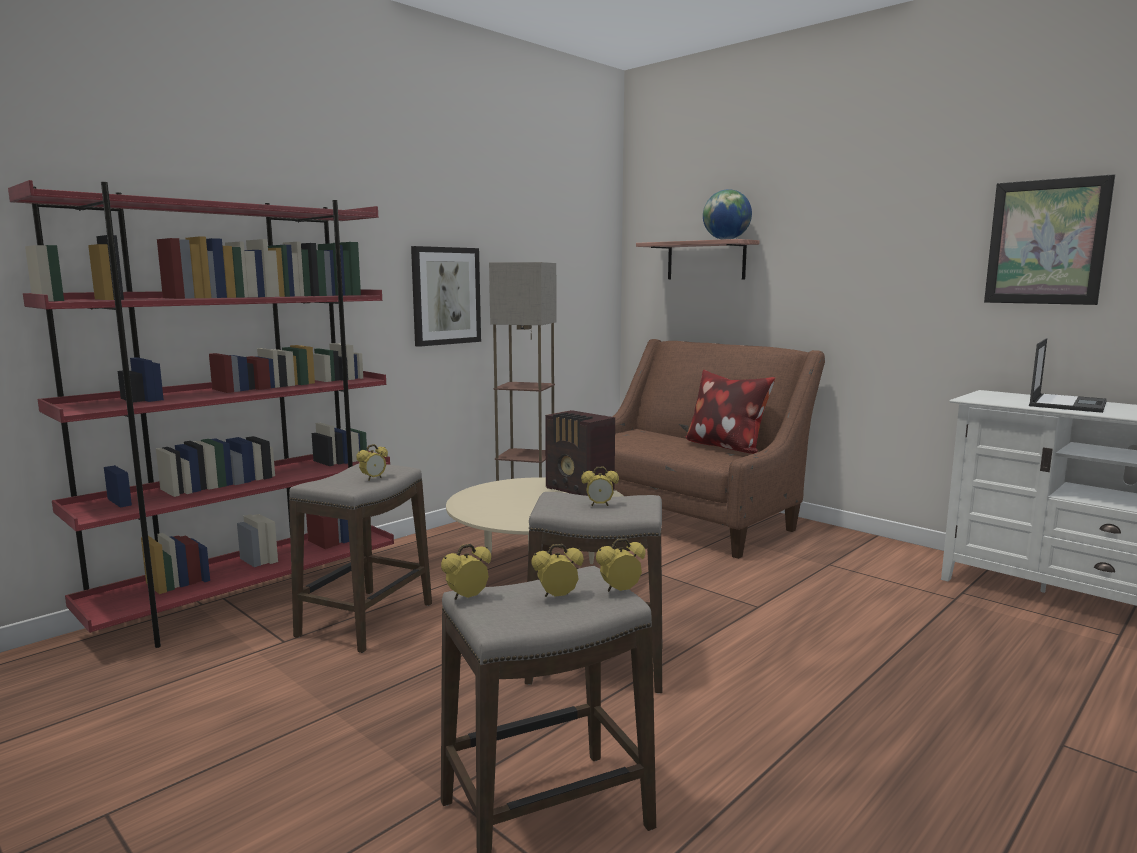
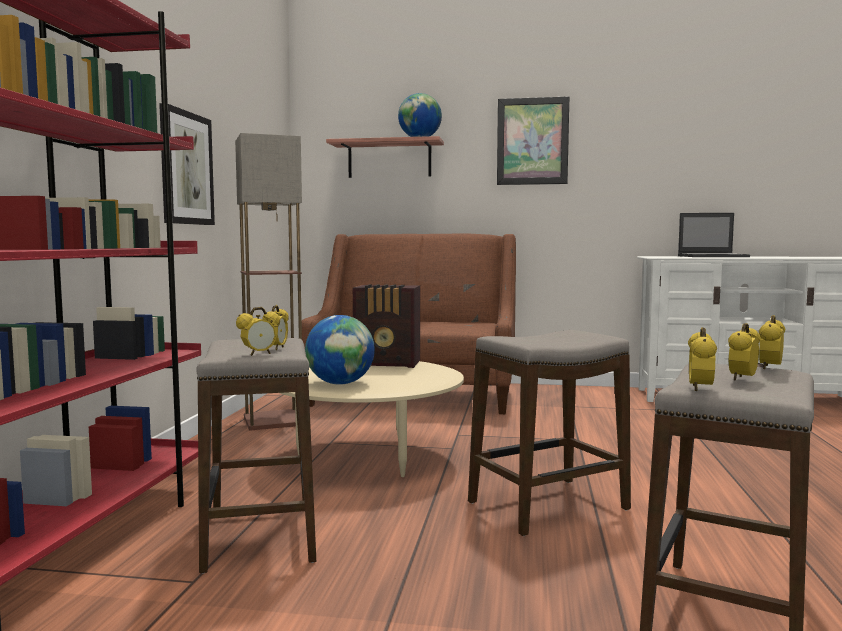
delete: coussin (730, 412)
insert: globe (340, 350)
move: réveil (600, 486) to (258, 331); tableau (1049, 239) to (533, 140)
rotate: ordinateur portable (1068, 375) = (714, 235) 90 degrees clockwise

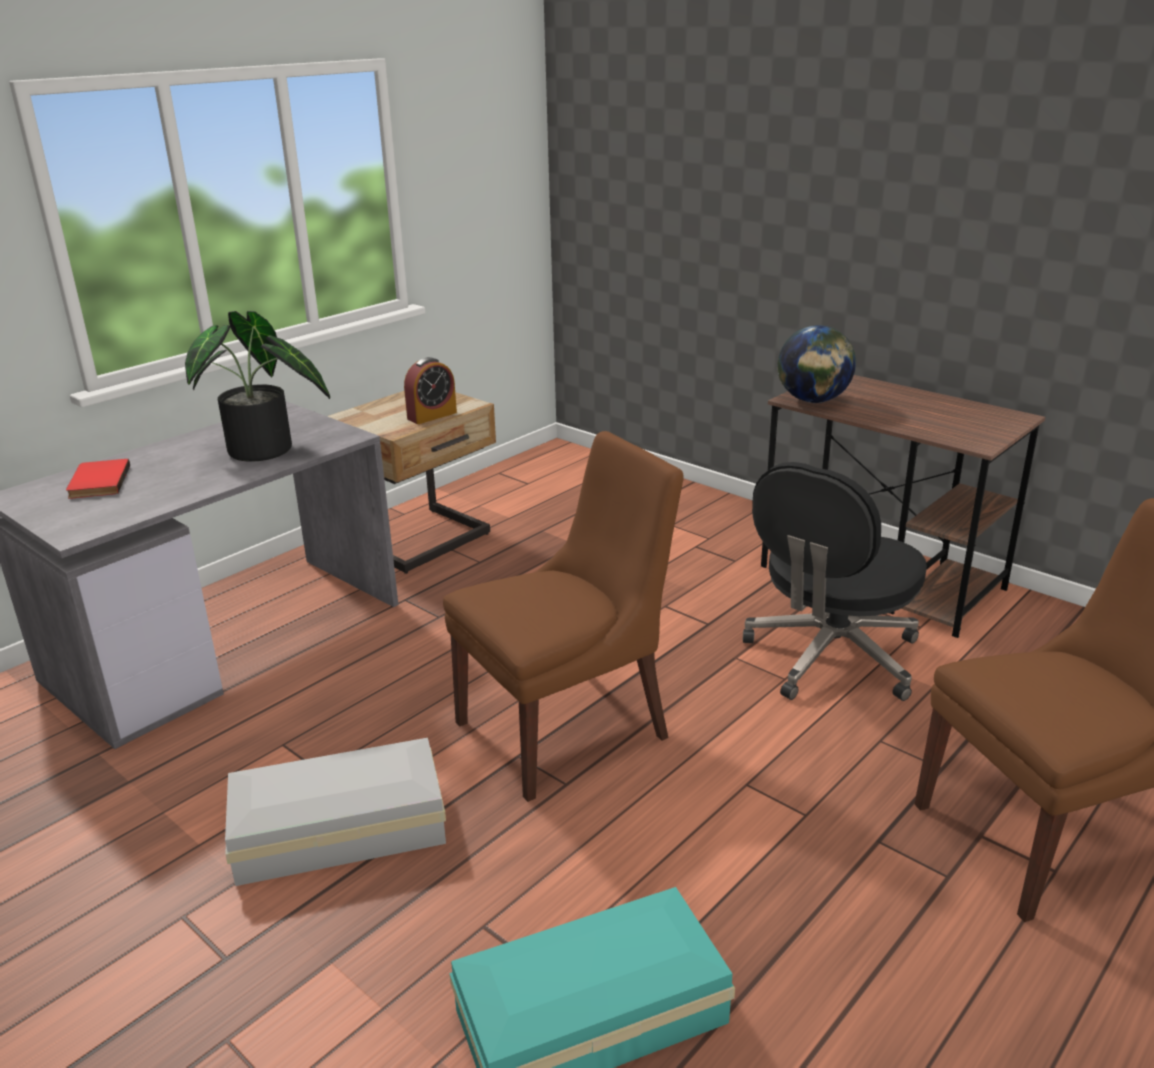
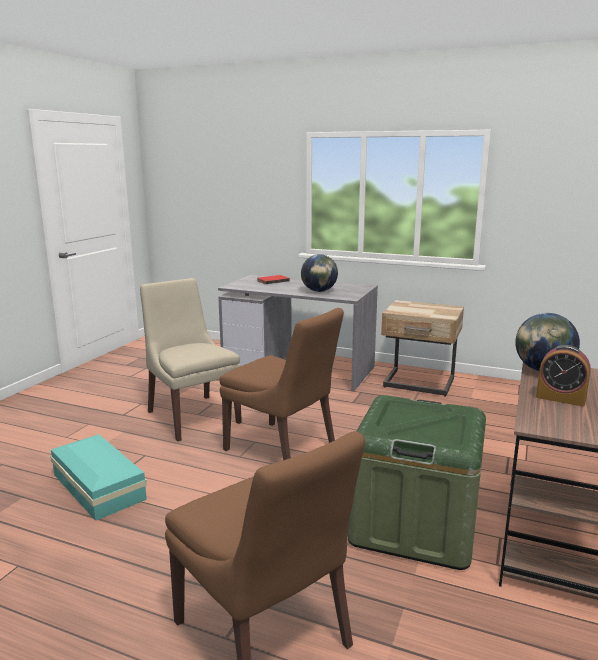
move: réveil (430, 390) to (563, 376)
replace: plante en pot (257, 386) to globe (319, 273); boîte de rangement (blanc) (335, 812) to chaise (beige) (191, 359); chaise de bureau (noir) (835, 581) to boîte de rangement (vert) (416, 482)

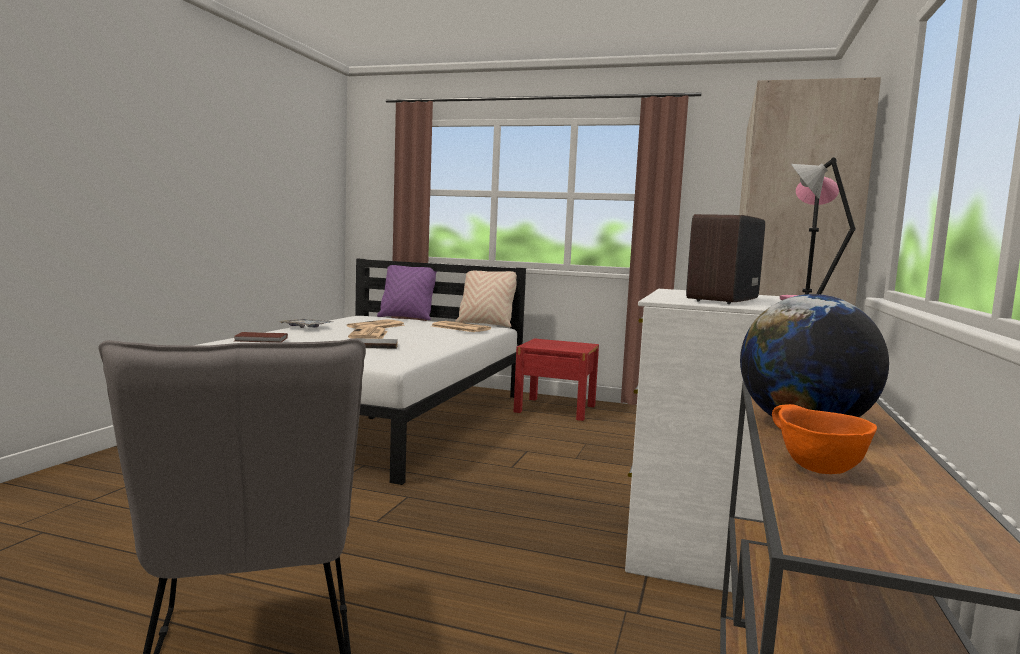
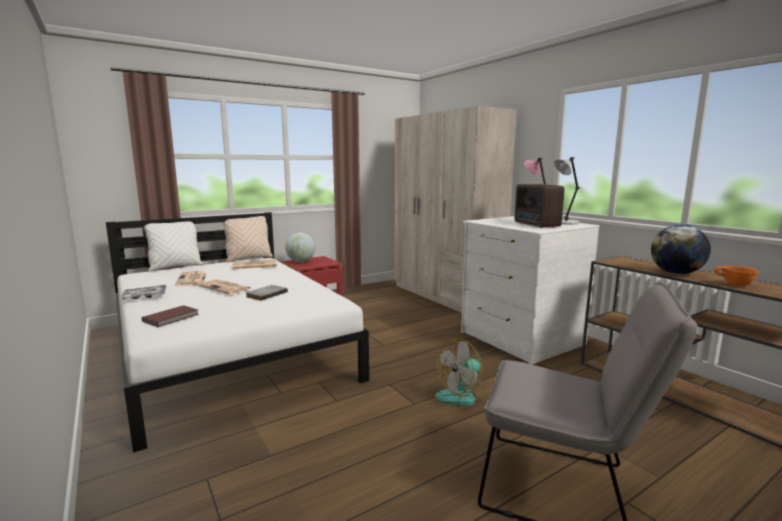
insert: globe (300, 247); ventilateur (462, 372)
recolor: coussin (violet) (407, 292) to coussin (blanc) (173, 246)

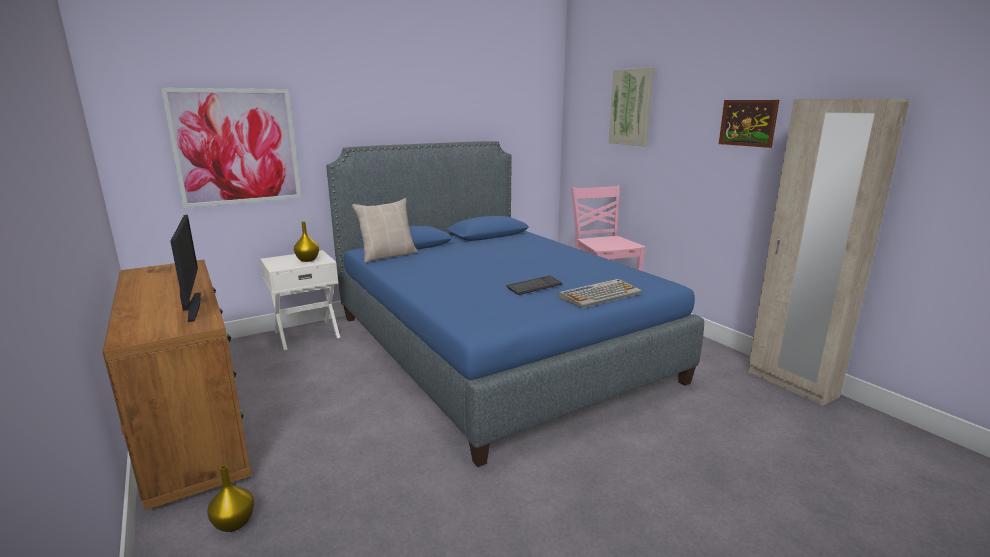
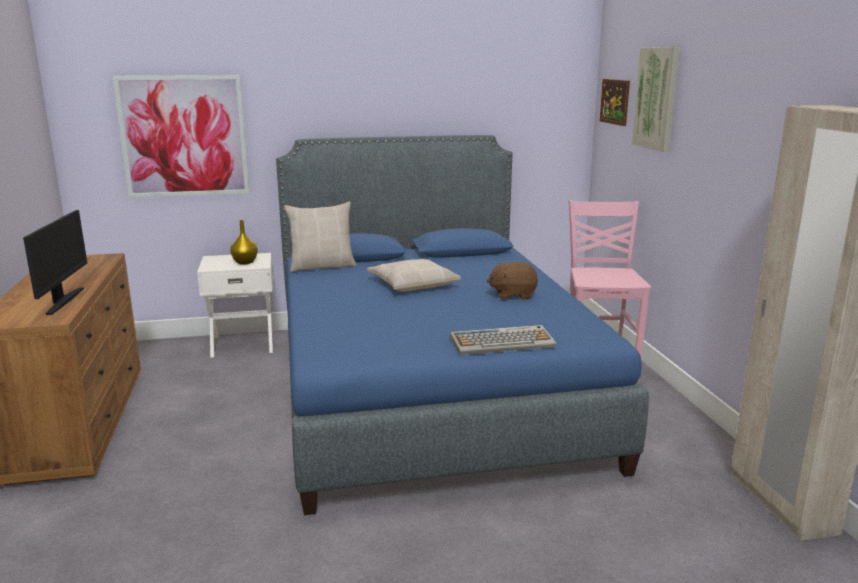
delete: vase (jaune) (230, 498); clavier (534, 285)
insert: coussin (beige) (414, 275); peluche (marron) (512, 281)
move: tableau (749, 124) to (615, 102)

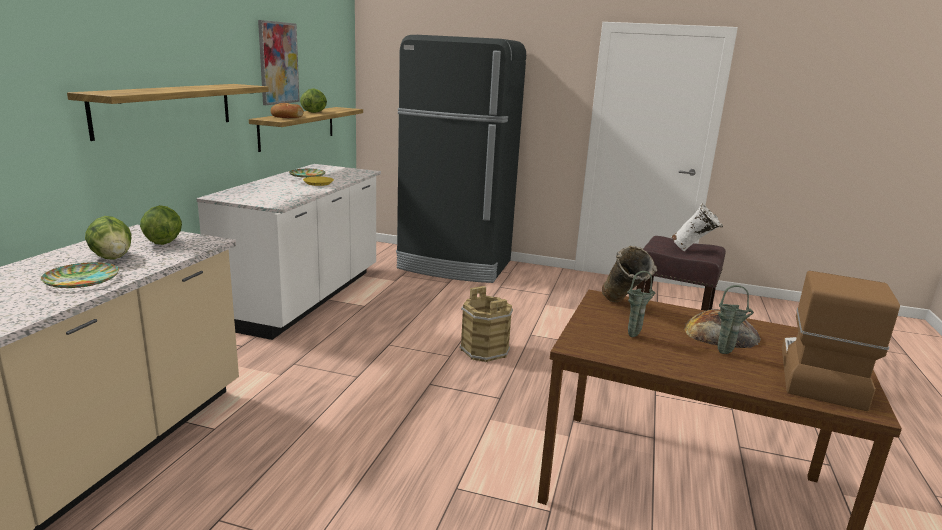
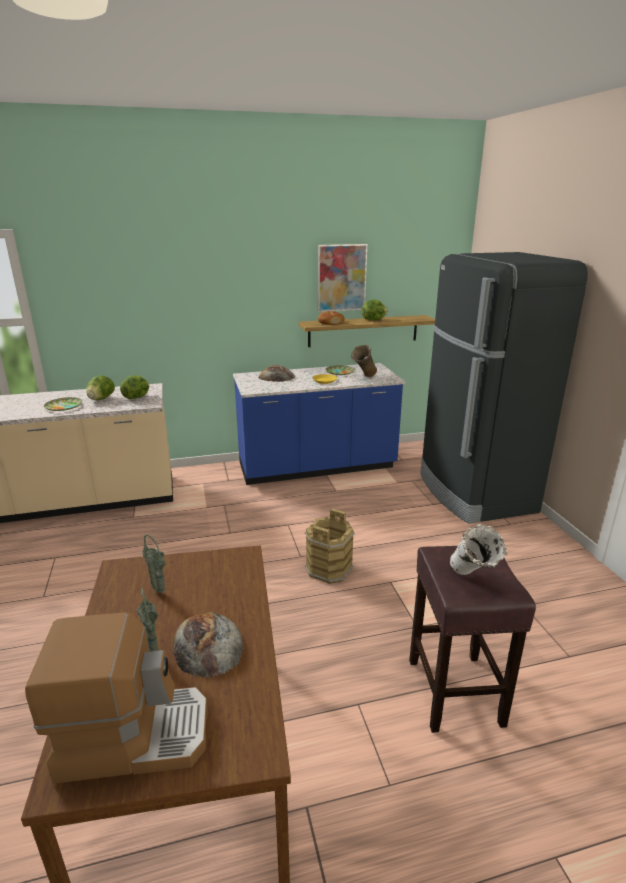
delete: étagère (168, 112)
insert: pain (276, 373)
move: vase (beige) (629, 274) to (364, 361)
recolor: comptoir de cuisine (blanc) (288, 252) to comptoir de cuisine (bleu) (319, 424)

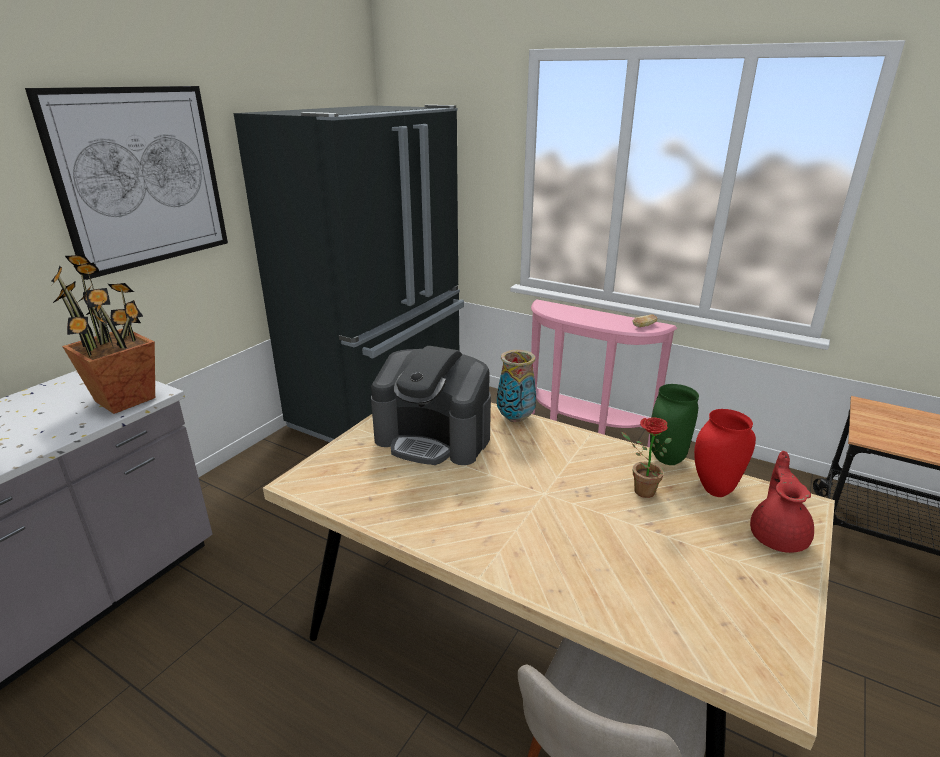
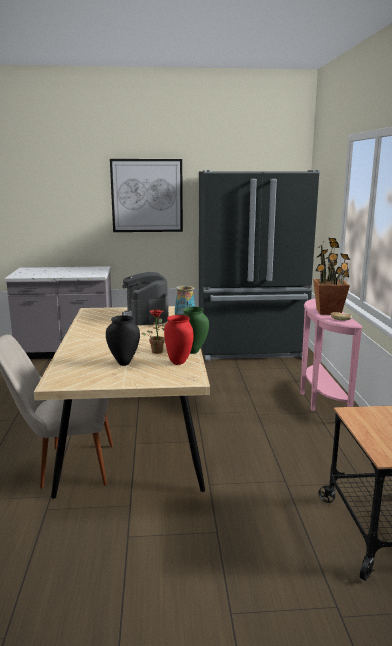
delete: théière (rouge) (782, 502)
insert: vase (noir) (123, 340)
move: plante en pot (103, 334) to (331, 276)

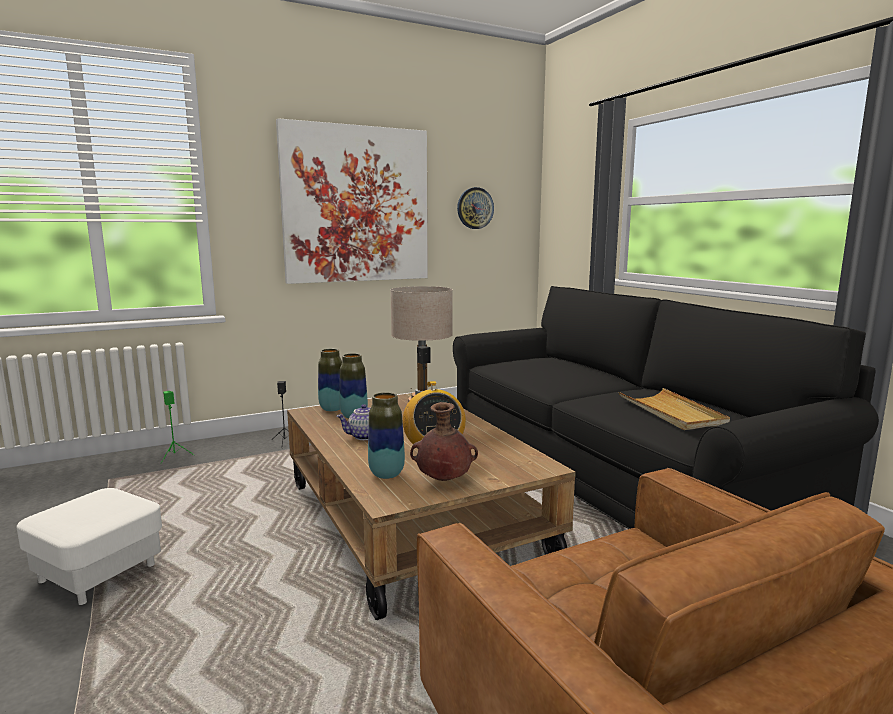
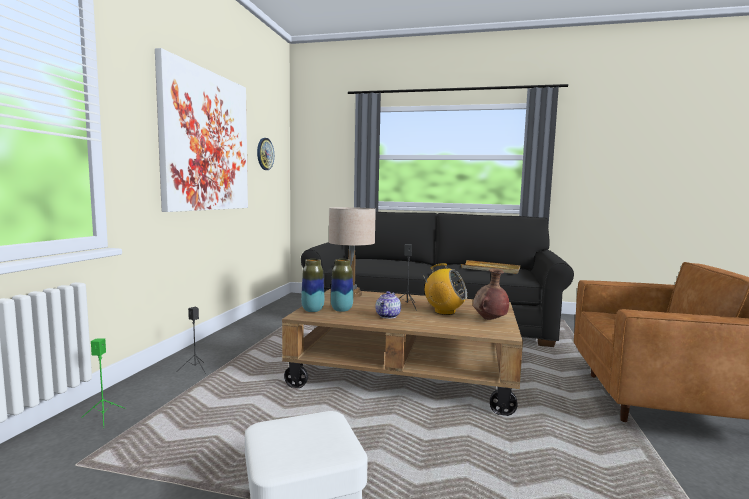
delete: vase (386, 435)

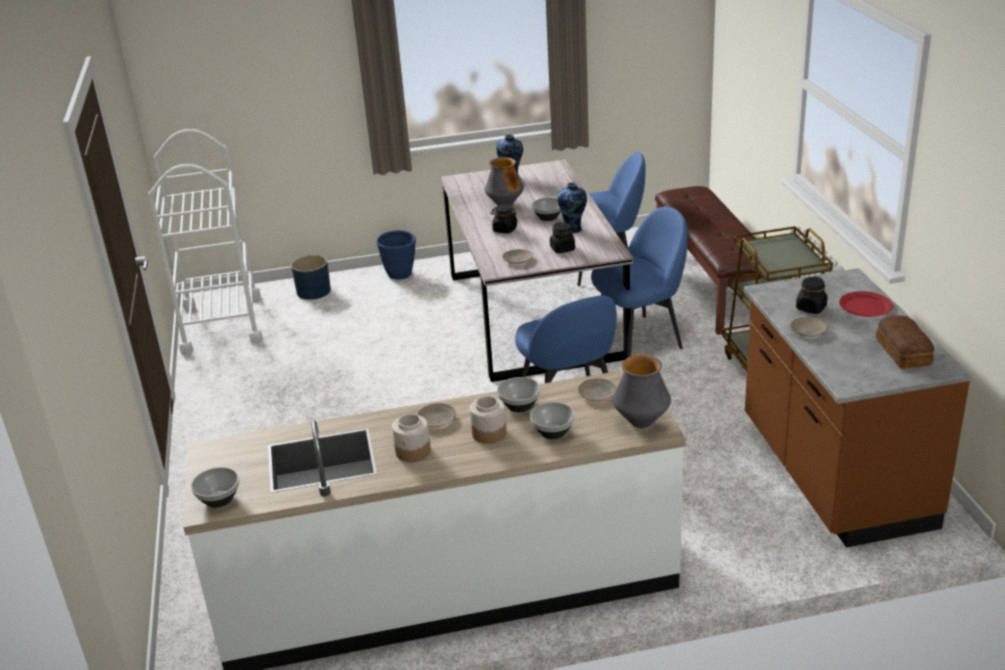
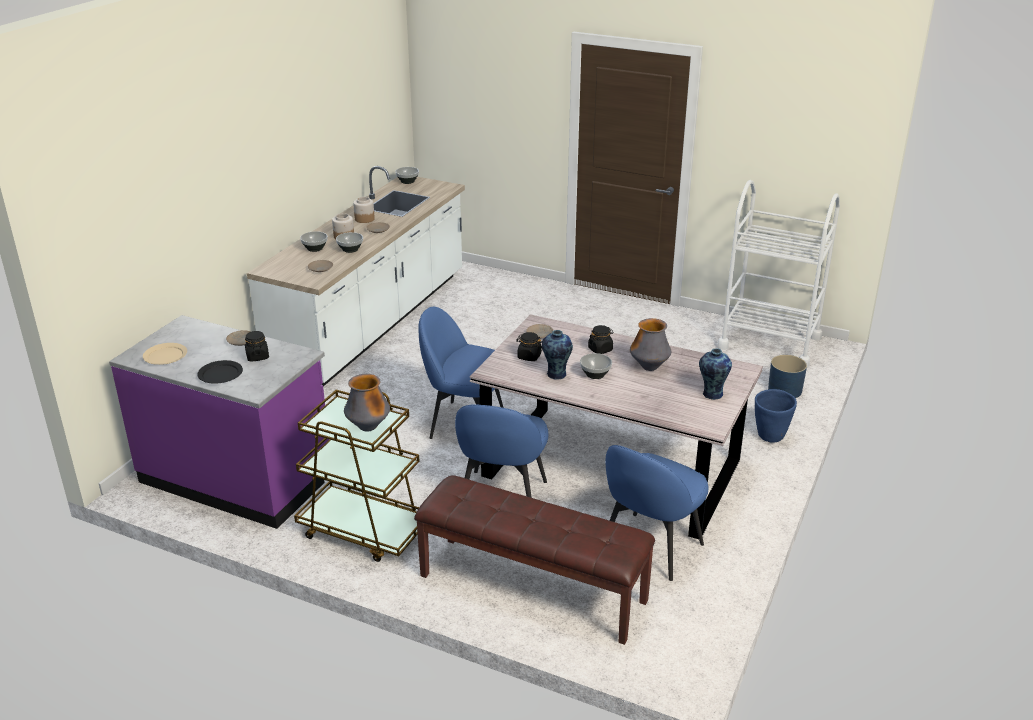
move: vase (641, 391) to (367, 403)
replace: pain (905, 342) to assiette (beige) (165, 354)
recolor: comptoir de cuisine (marron) (858, 408) to comptoir de cuisine (violet) (219, 422); assiette (rouge) (866, 304) to assiette (noir) (220, 372)

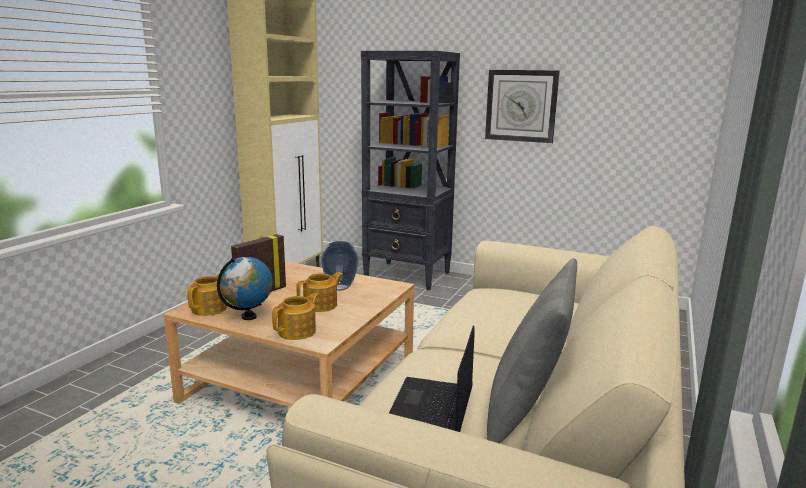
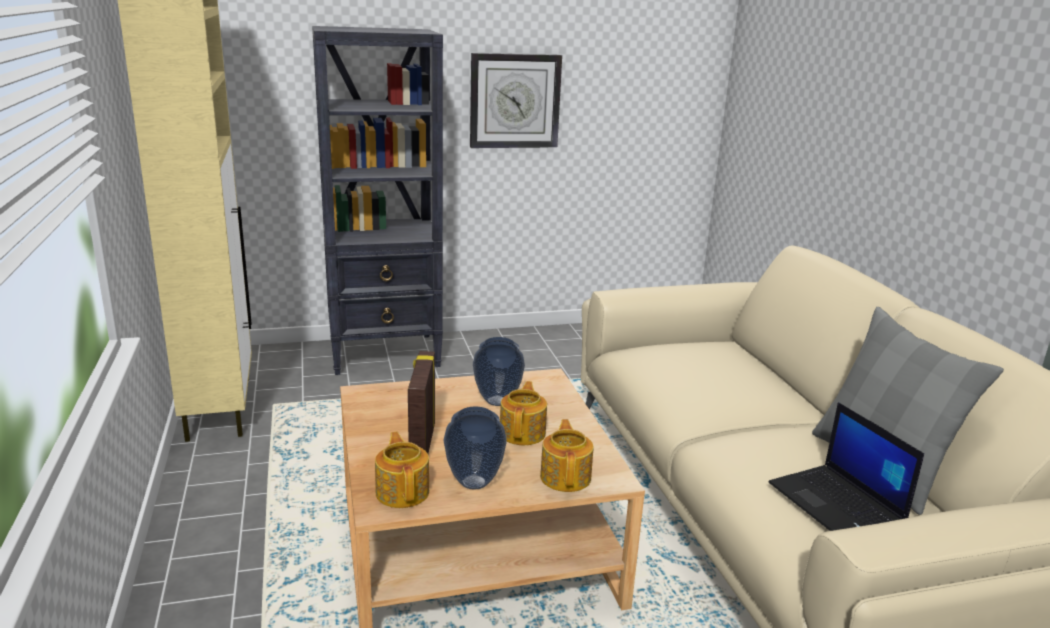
replace: globe (245, 288) to vase (475, 448)

